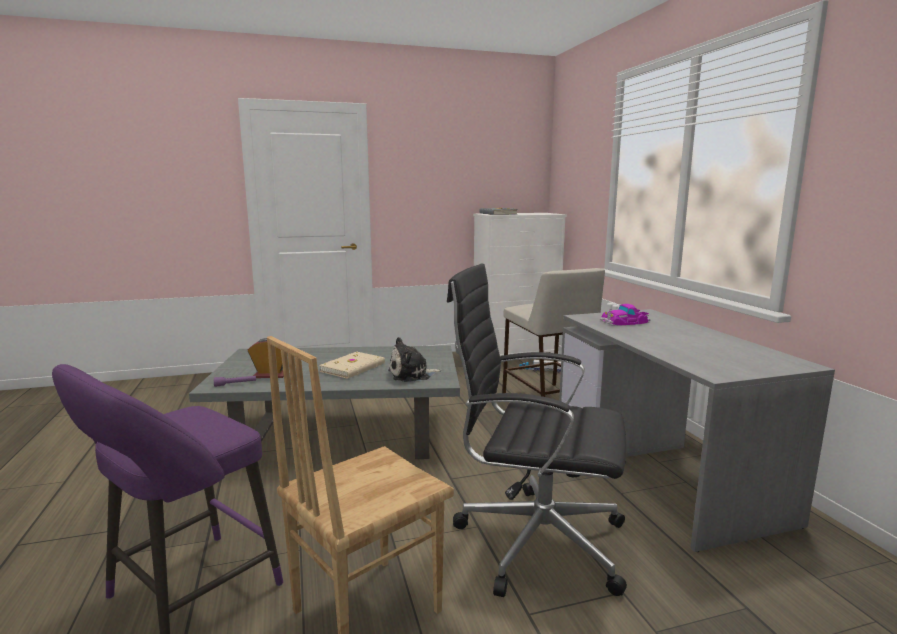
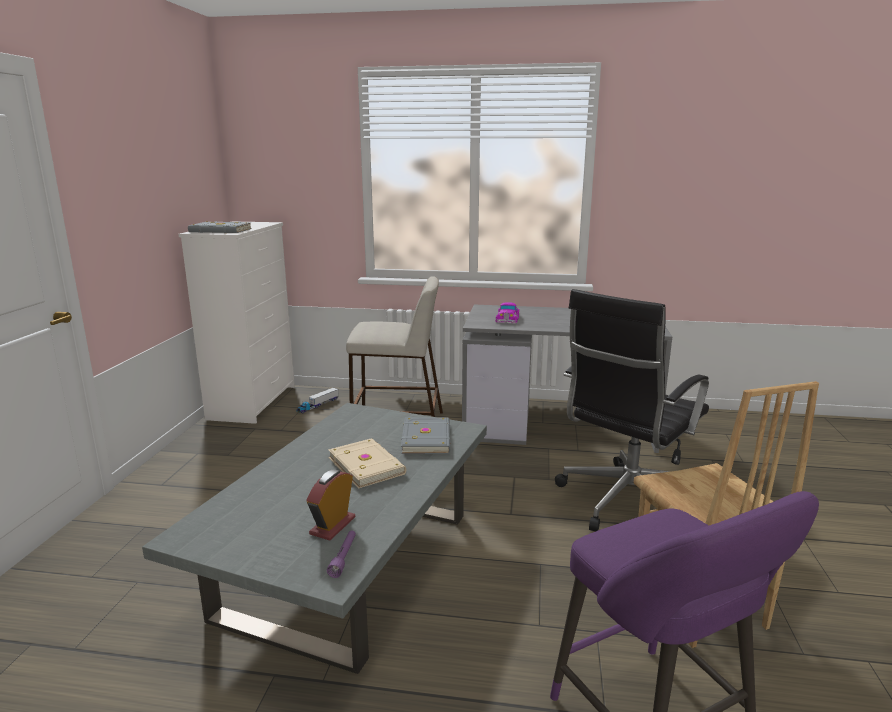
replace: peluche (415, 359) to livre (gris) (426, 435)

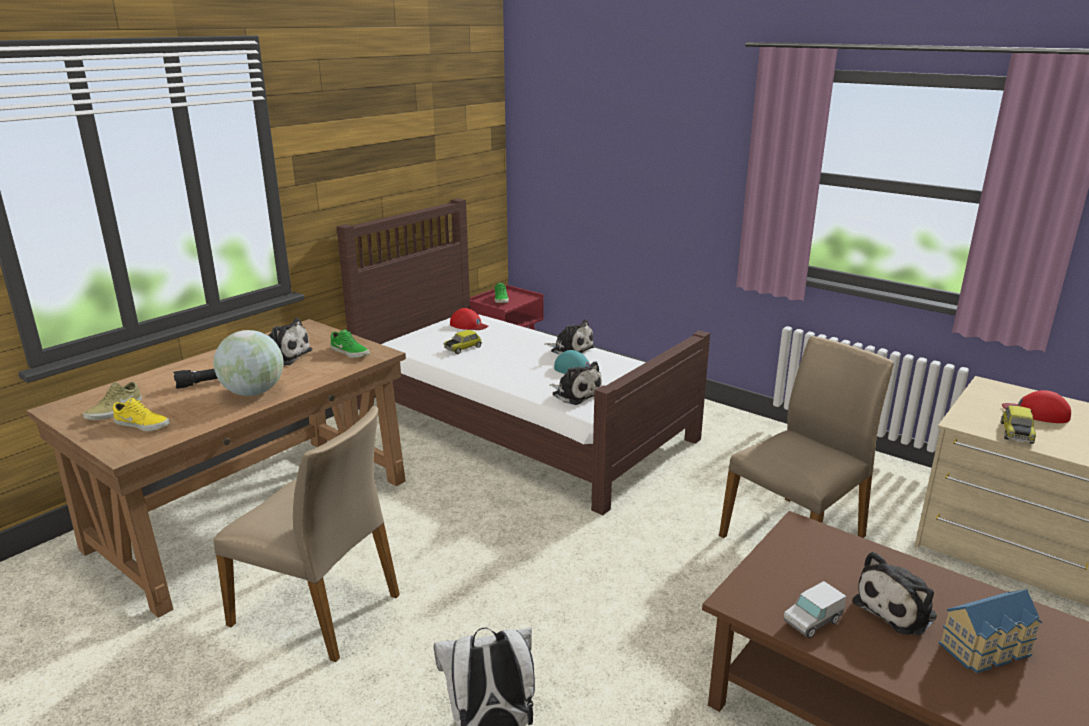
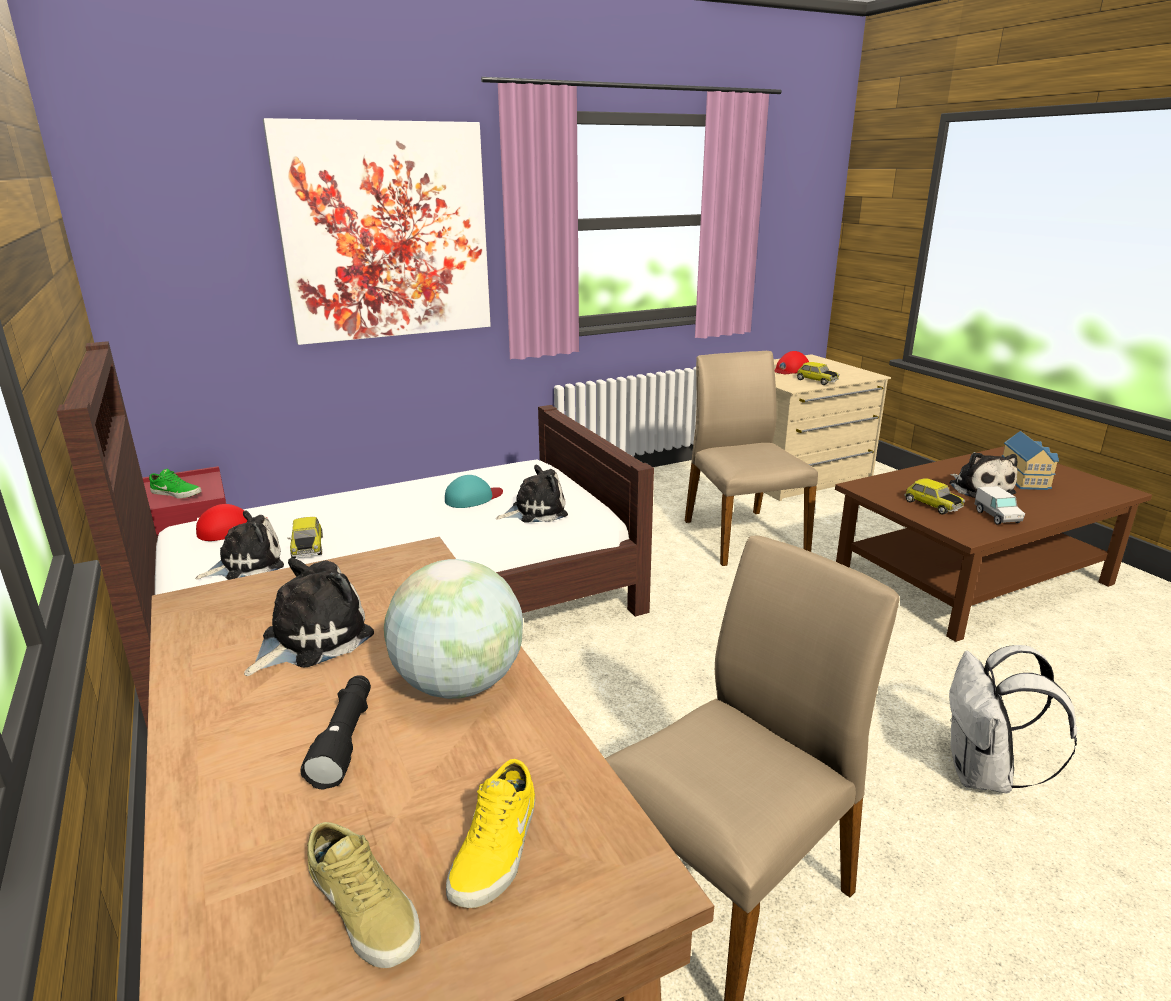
delete: chaussure (vert) (349, 343)
insert: tableau (377, 231); petite voiture (934, 496)
move: peluche (569, 337) to (239, 545)
rotate: chaussure (jaune) (141, 414) = (490, 833) 150 degrees clockwise

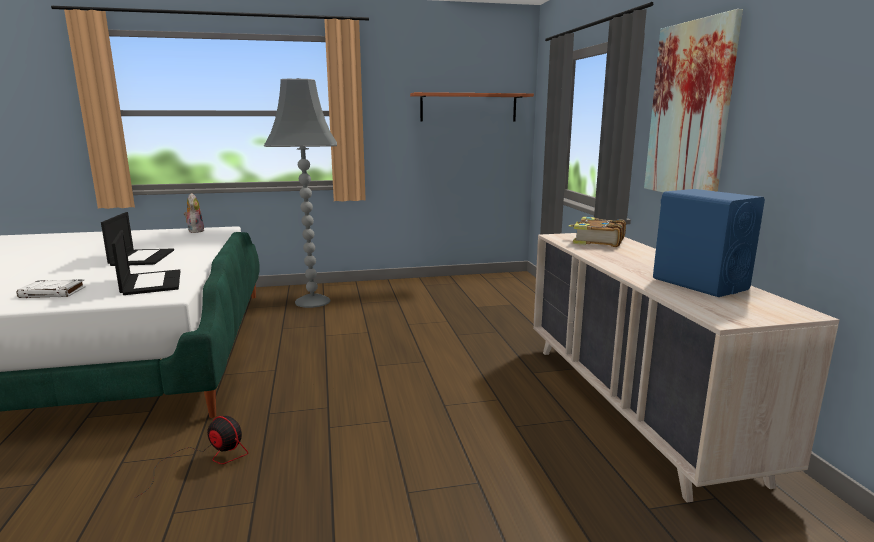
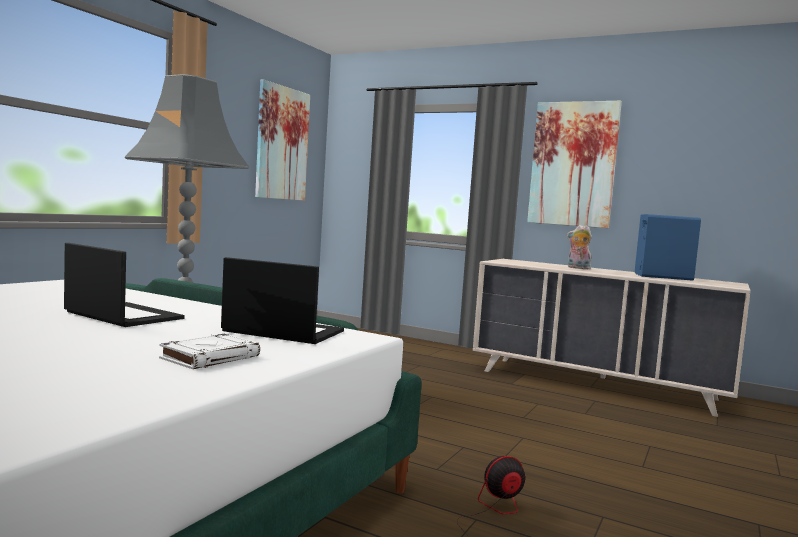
delete: livre (597, 232)
move: peluche (194, 213) to (579, 247)
replace: étagère (472, 107) to tableau (282, 140)

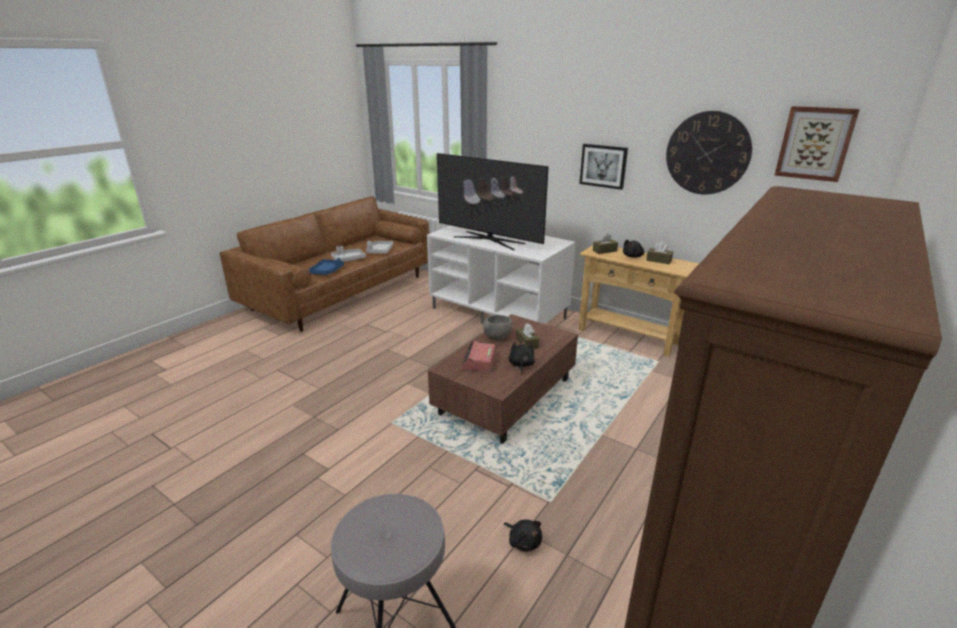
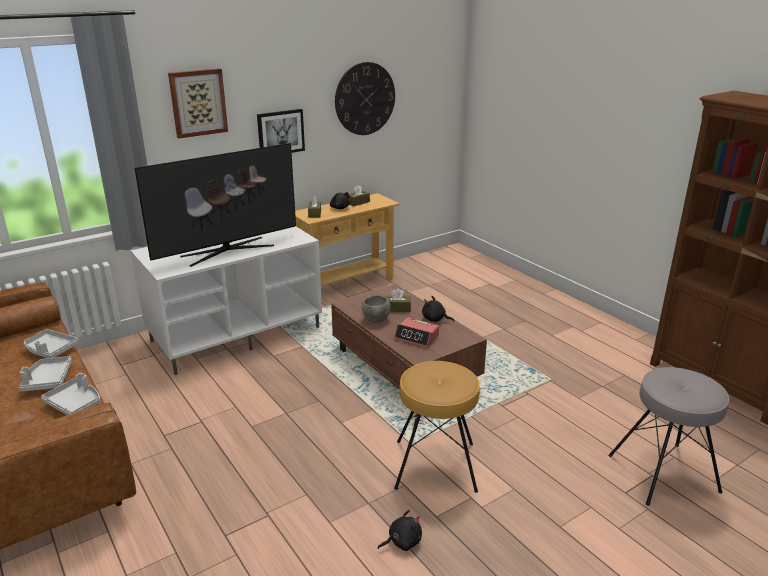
insert: tabouret (marron) (437, 427)
move: peluche (noir) (523, 535) to (400, 530); tableau (817, 144) to (198, 103)
recolor: plateau (bleu) (326, 266) to plateau (gris) (71, 394)

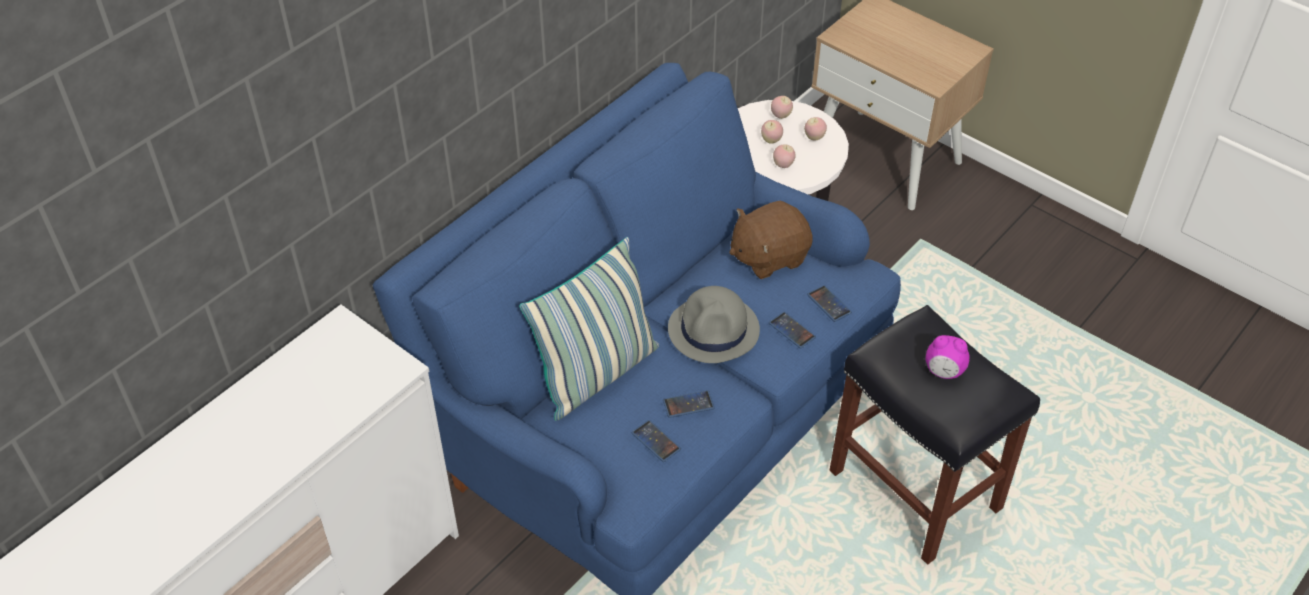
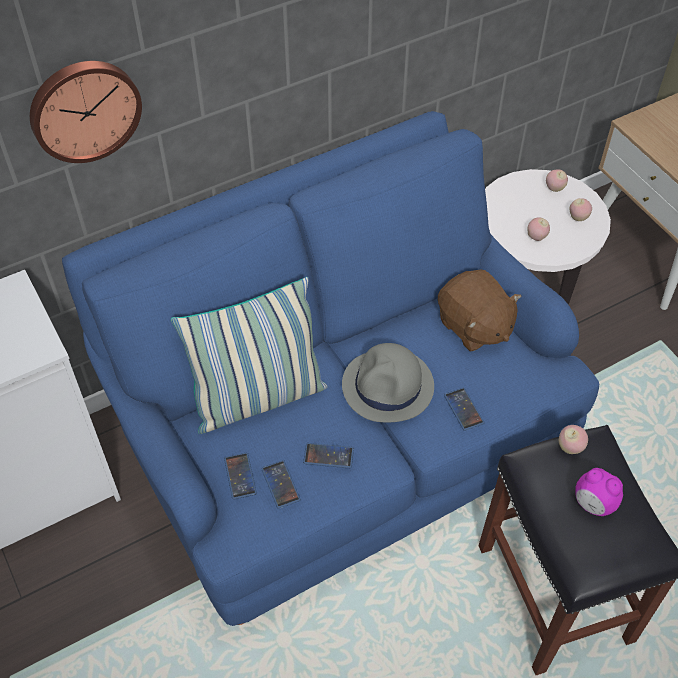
insert: horloge murale (86, 112)
move: pomme (772, 132) to (573, 439); téléphone (829, 303) to (240, 476)
rotate: peluche (marron) (771, 240) = (479, 311) 120 degrees counterclockwise

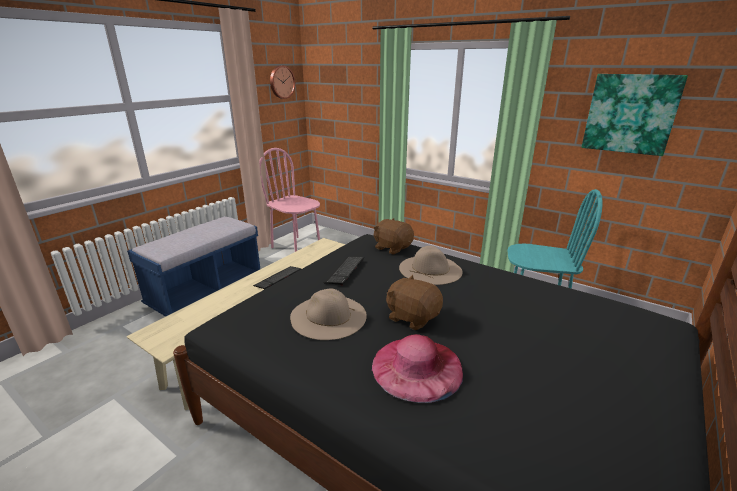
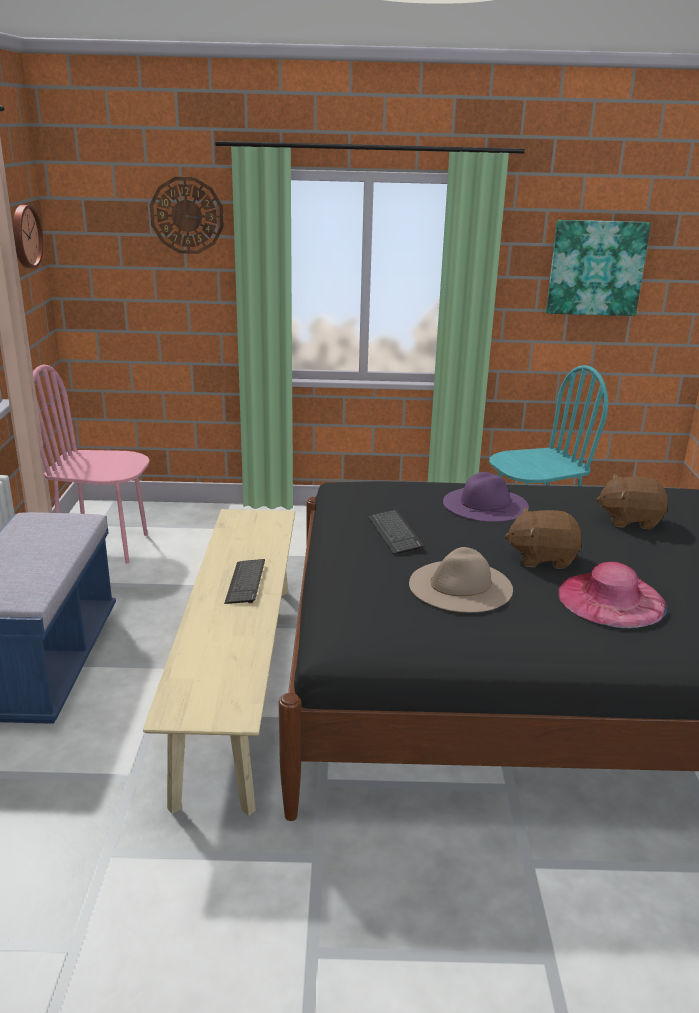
insert: horloge murale (187, 215)
move: peluche (marron) (394, 236) to (632, 501)
recolor: chapeau (beige) (431, 265) to chapeau (violet) (486, 497)

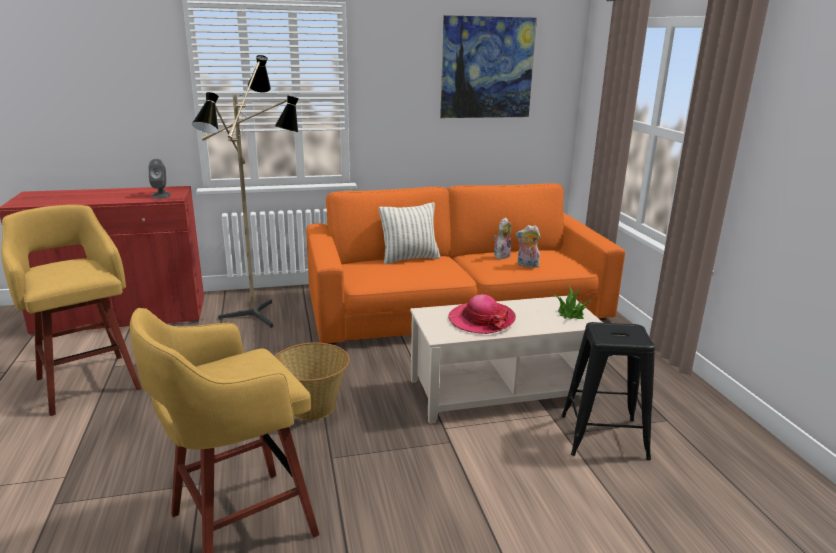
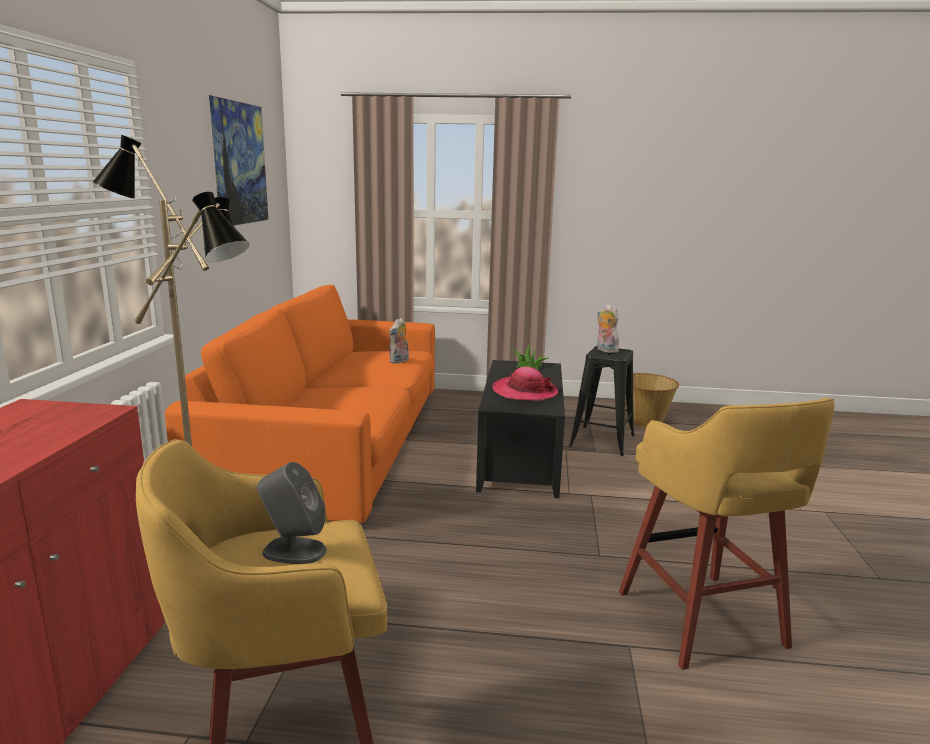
delete: coussin (409, 233)
move: enceinte (gris) (160, 179) to (292, 513); panier (312, 381) to (652, 400); peluche (502, 238) to (608, 329)
recolor: table basse (beige) (506, 360) to table basse (noir) (520, 429)

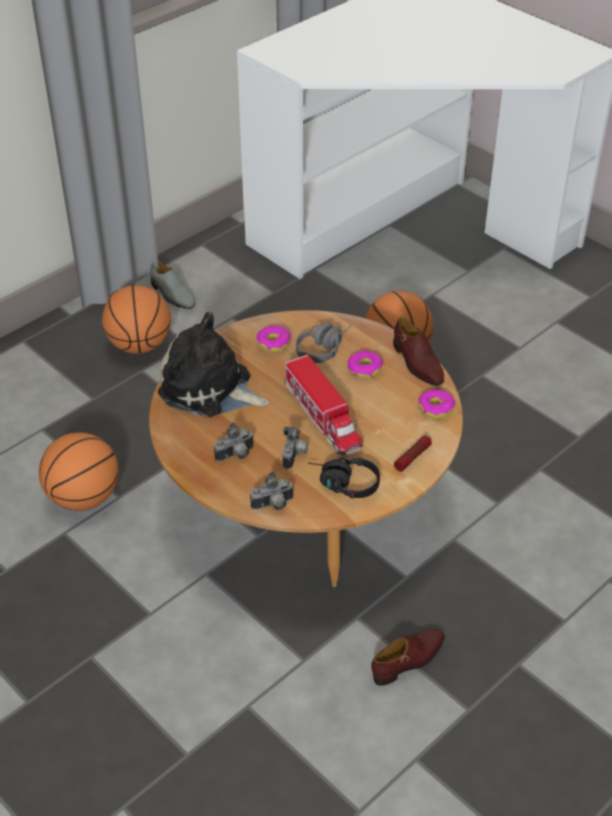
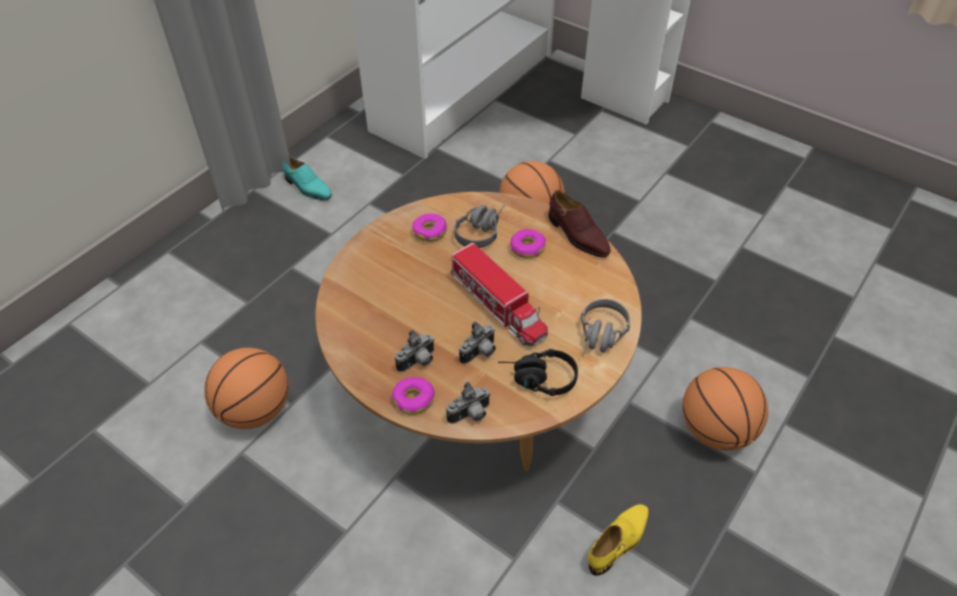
delete: peluche (213, 364)
move: ballon de basket (136, 319) to (725, 408); beignet (436, 404) to (413, 396)
replace: lampe de poche (413, 454) to casque audio (gris) (605, 328)
recolor: chaussure (gris) (172, 285) to chaussure (turquoise) (307, 178); chaussure (marron) (408, 657) to chaussure (jaune) (618, 540)
rotate: appareil photo (295, 448) = (477, 342) 45 degrees clockwise

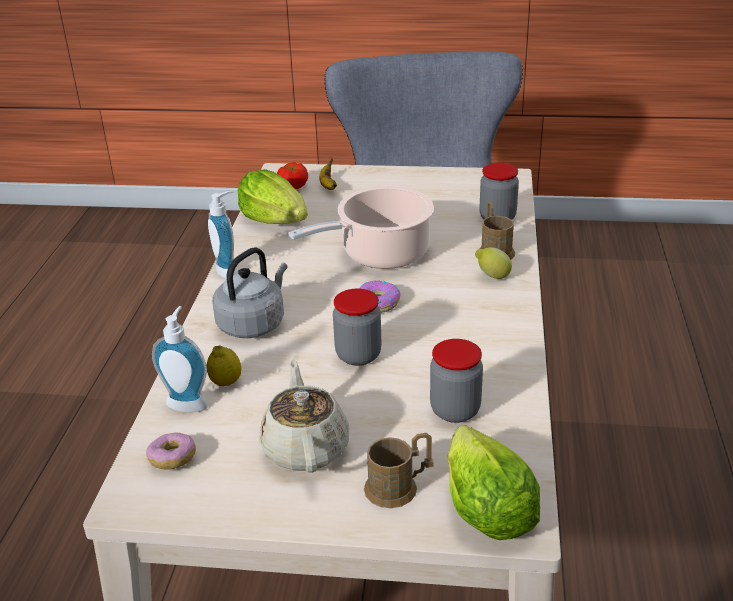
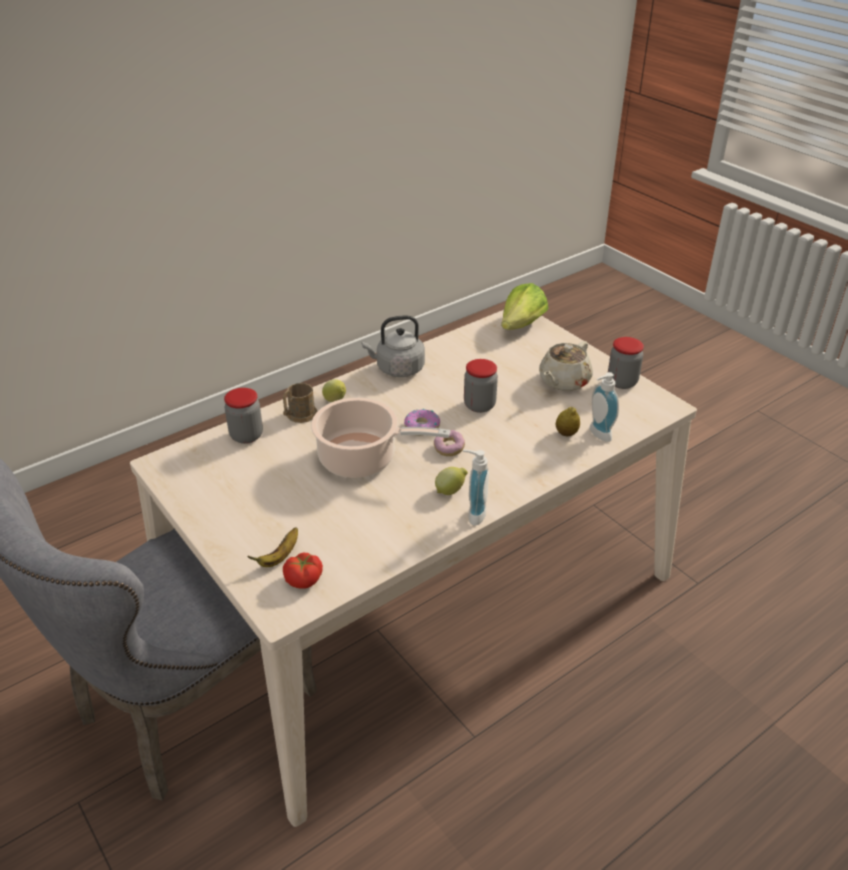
delete: laitue (273, 196); mug (marron) (399, 470)
insert: citron (451, 481)
move: beignet (171, 451) to (449, 443); bouilloire (gris) (249, 292) to (393, 346); bocal (456, 381) to (626, 363)

